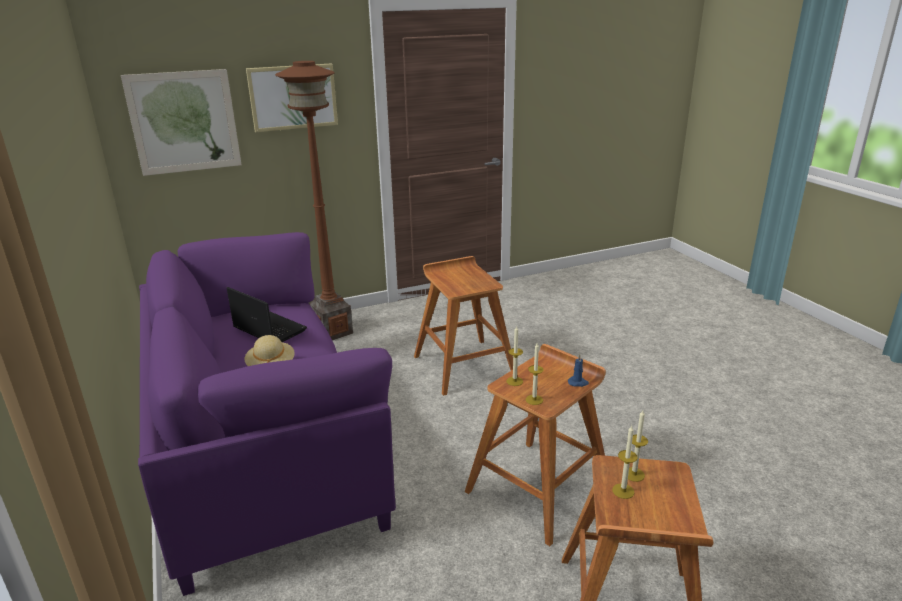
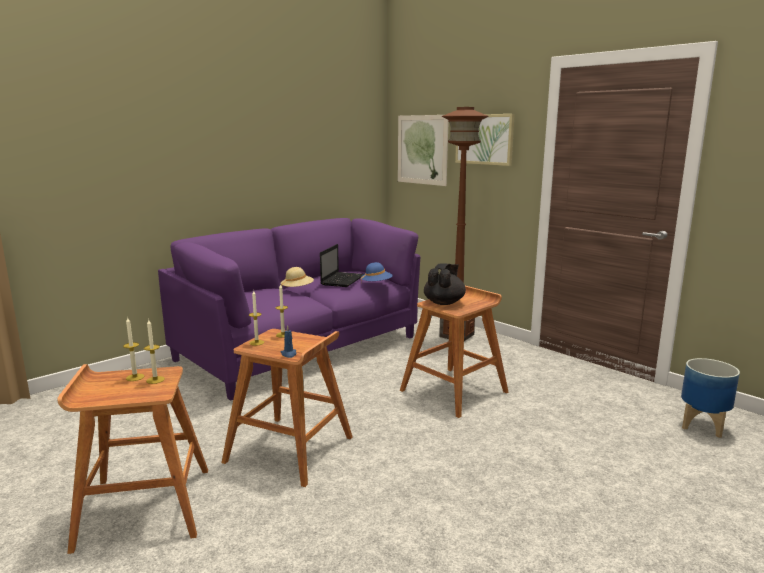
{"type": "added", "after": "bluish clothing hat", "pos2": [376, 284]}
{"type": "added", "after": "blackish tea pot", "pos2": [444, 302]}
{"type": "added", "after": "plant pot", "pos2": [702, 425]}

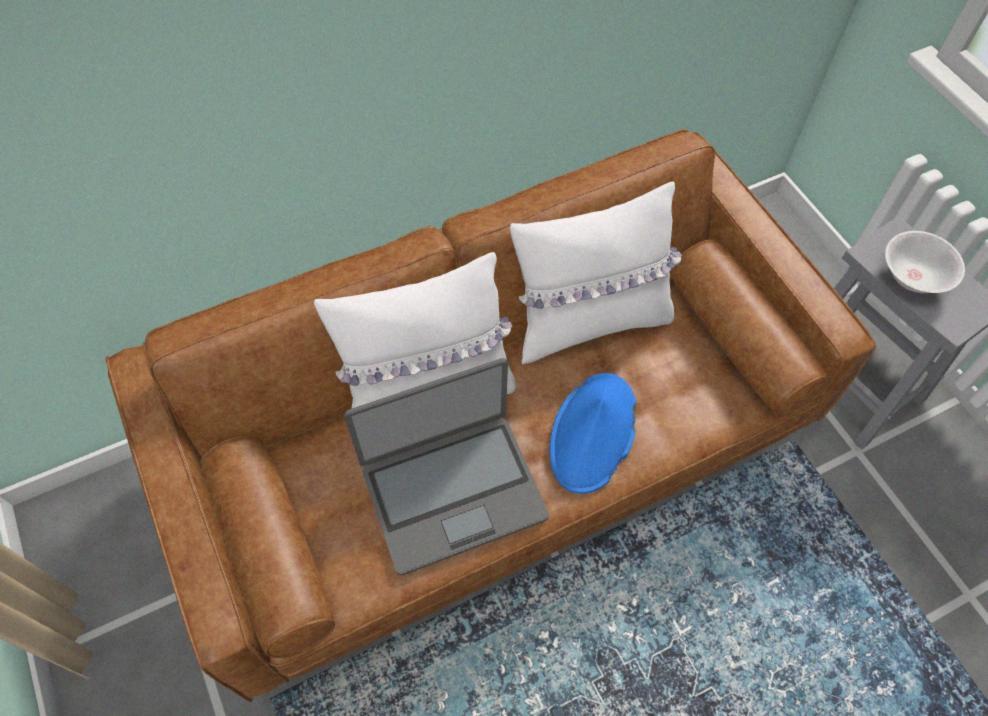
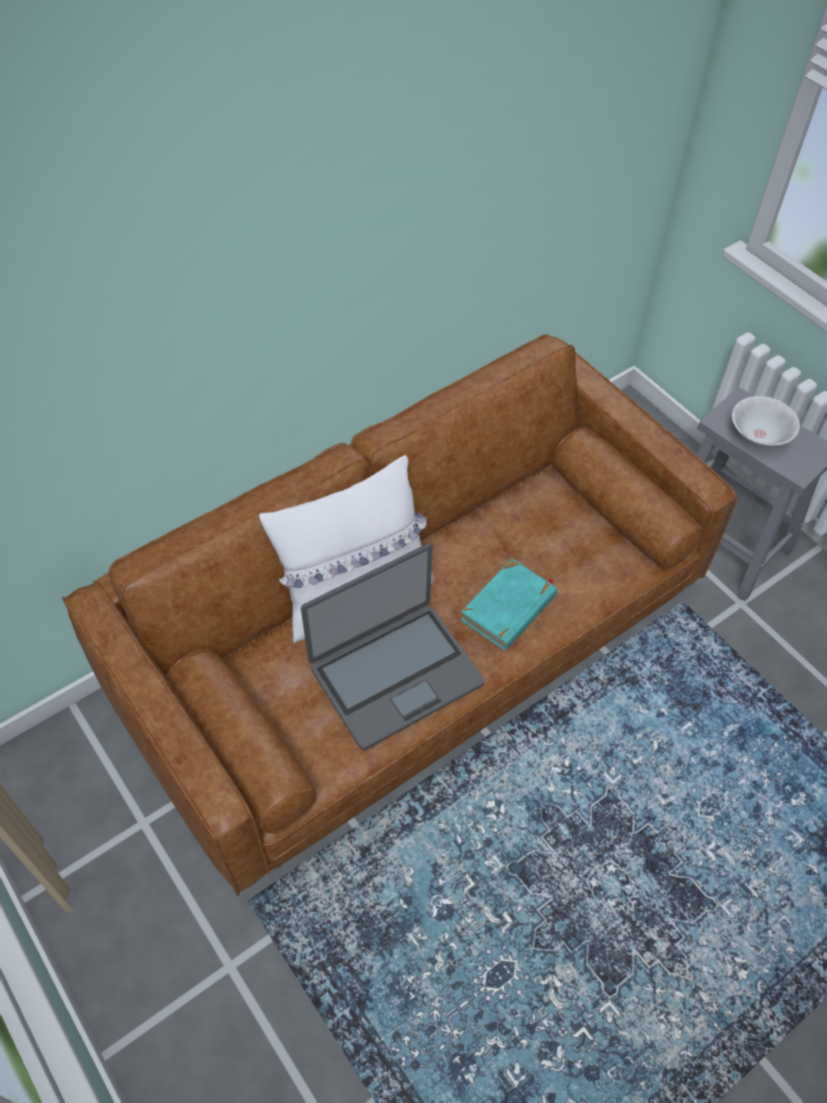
{"type": "removed", "before": "white pillow", "pos1": [589, 322]}
{"type": "replaced", "before": "bluish clothing hat", "after": "turquoise book", "pos1": [593, 433], "pos2": [509, 608]}

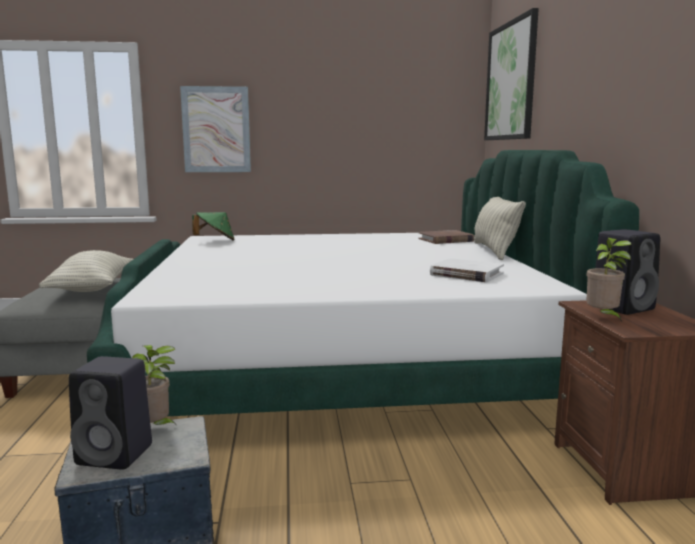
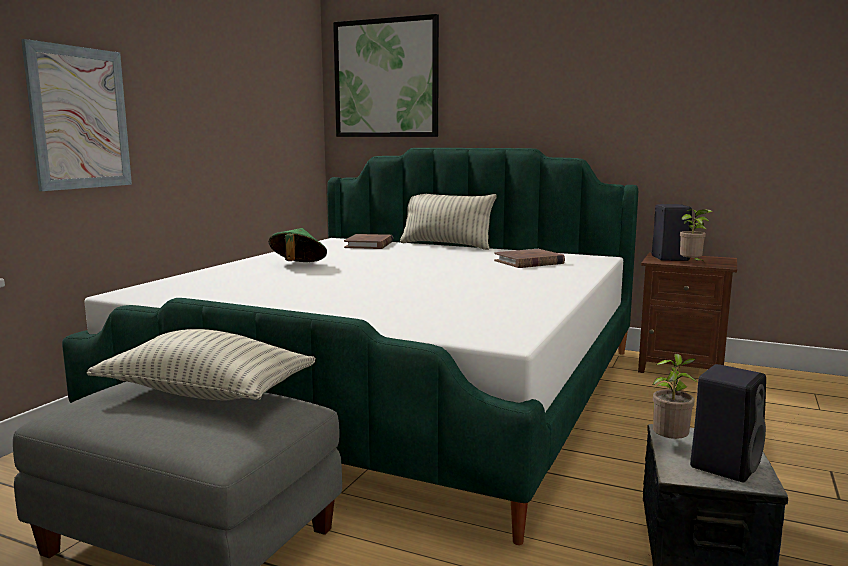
{"type": "moved", "before": "green-coloured clothing hat", "pos1": [215, 241], "pos2": [298, 266]}
{"type": "recoloured", "before": "white book", "after": "brown book", "pos1": [466, 274], "pos2": [529, 262]}

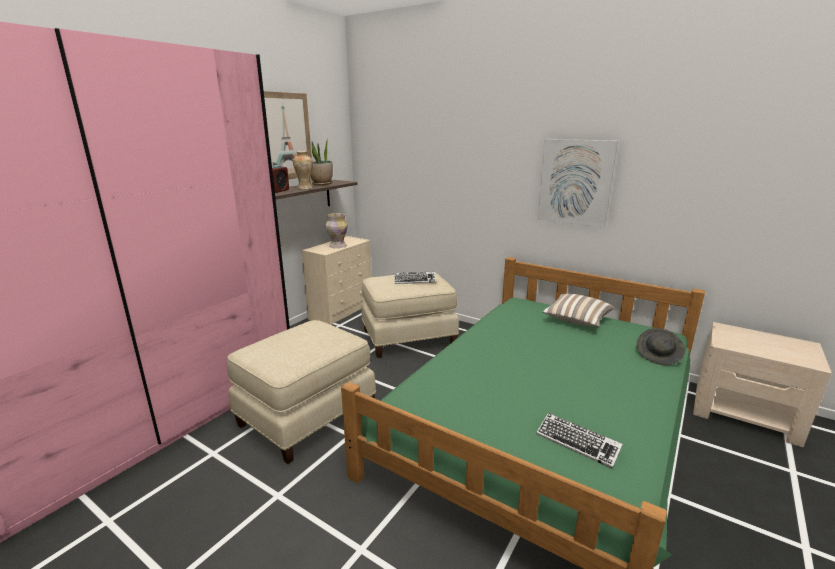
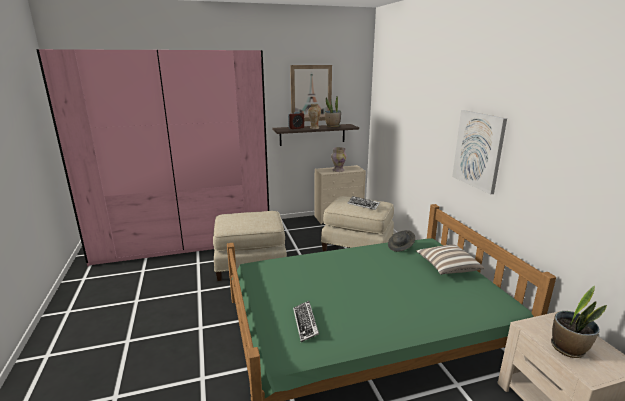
{"type": "added", "after": "potted plant", "pos2": [568, 349]}
{"type": "moved", "before": "grey clothing hat", "pos1": [658, 355], "pos2": [401, 247]}

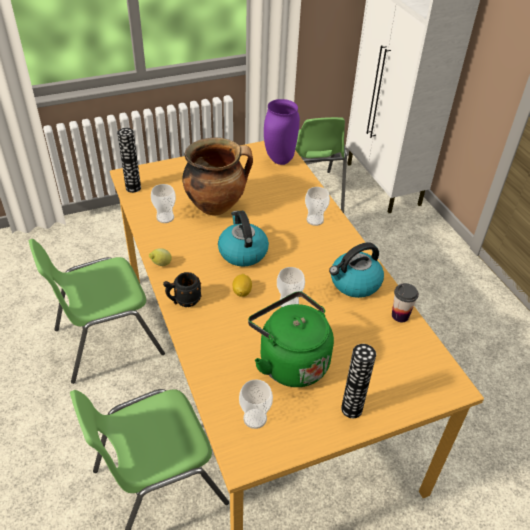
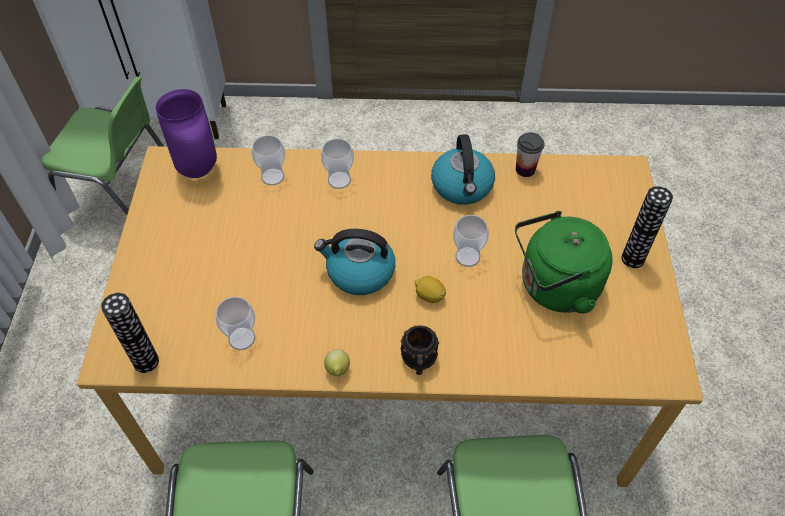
{"type": "removed", "before": "saucepot", "pos1": [217, 205]}
{"type": "moved", "before": "cup", "pos1": [255, 418], "pos2": [272, 177]}

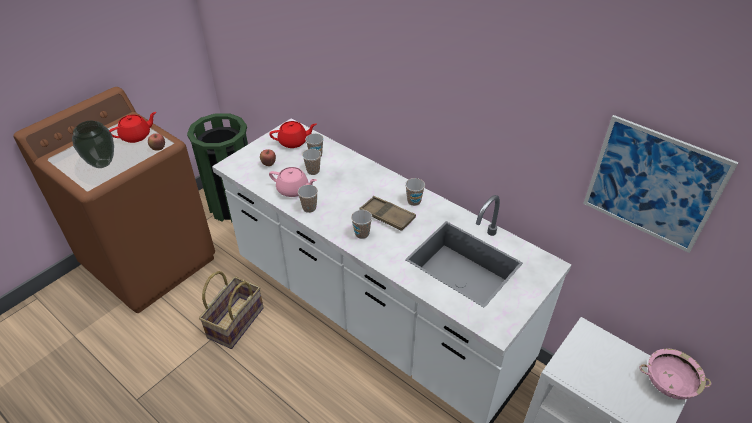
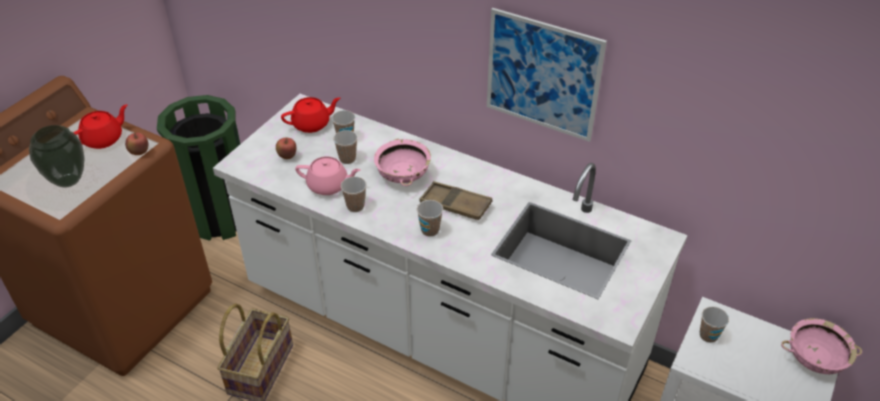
{"type": "added", "after": "pink bowl", "pos2": [403, 175]}
{"type": "moved", "before": "cup", "pos1": [414, 201], "pos2": [708, 335]}
{"type": "moved", "before": "picture", "pos1": [652, 184], "pos2": [542, 75]}

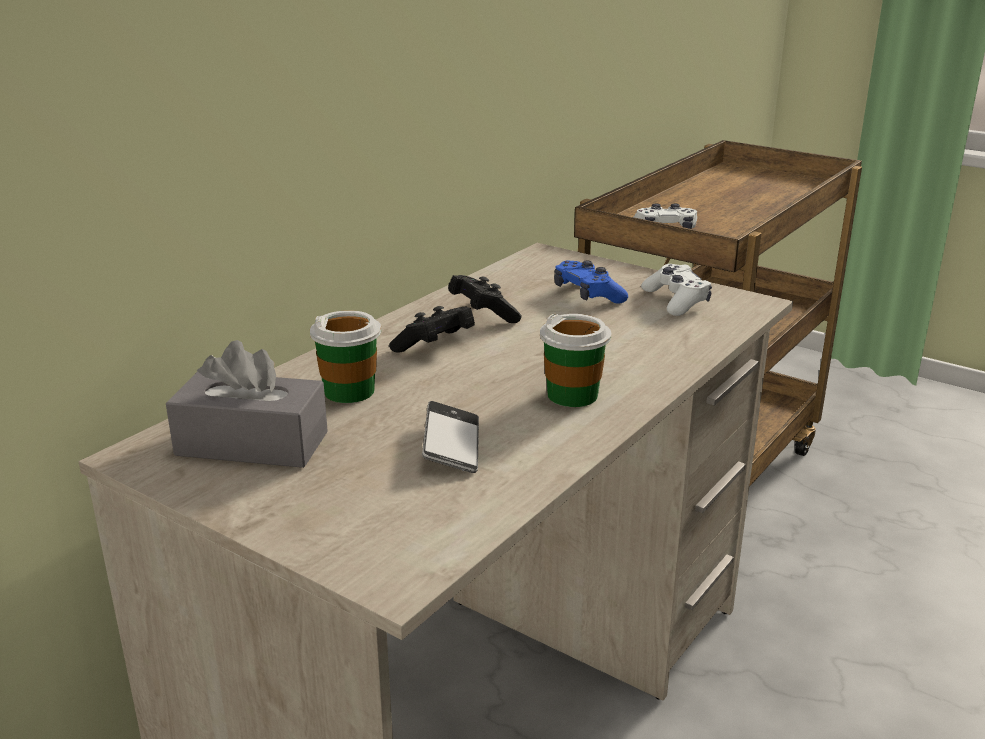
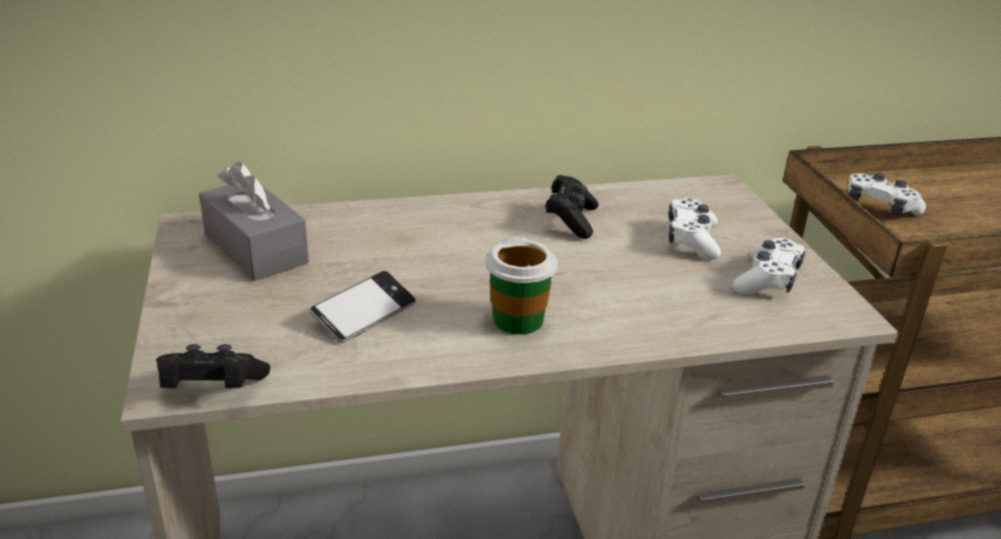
{"type": "removed", "before": "cup", "pos1": [349, 391]}
{"type": "moved", "before": "blackish joypad", "pos1": [435, 347], "pos2": [211, 390]}
{"type": "recoloured", "before": "bluish joypad", "after": "white joypad", "pos1": [587, 295], "pos2": [692, 239]}

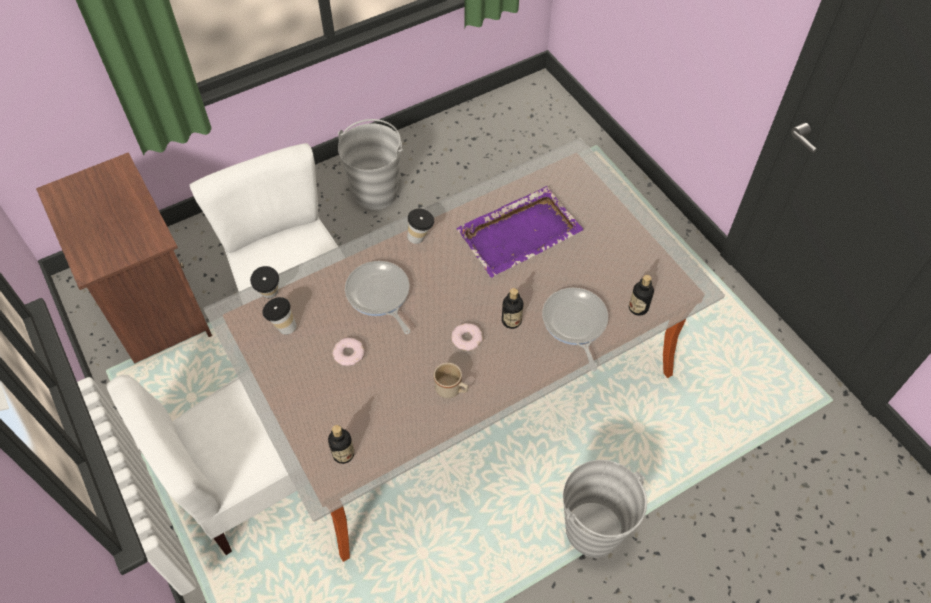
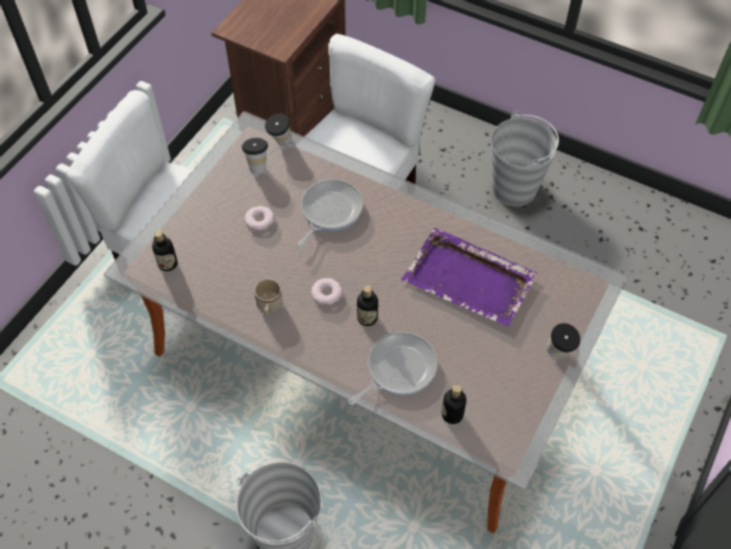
{"type": "moved", "before": "cup", "pos1": [421, 238], "pos2": [559, 353]}

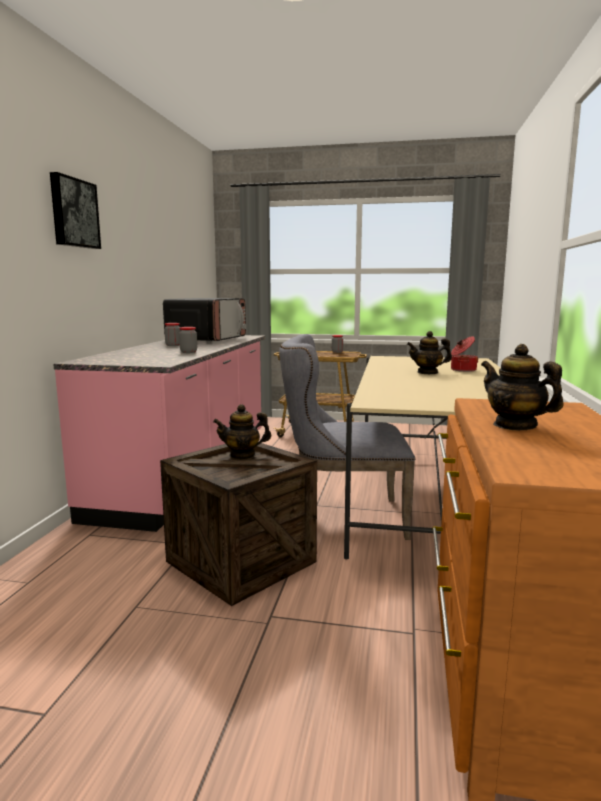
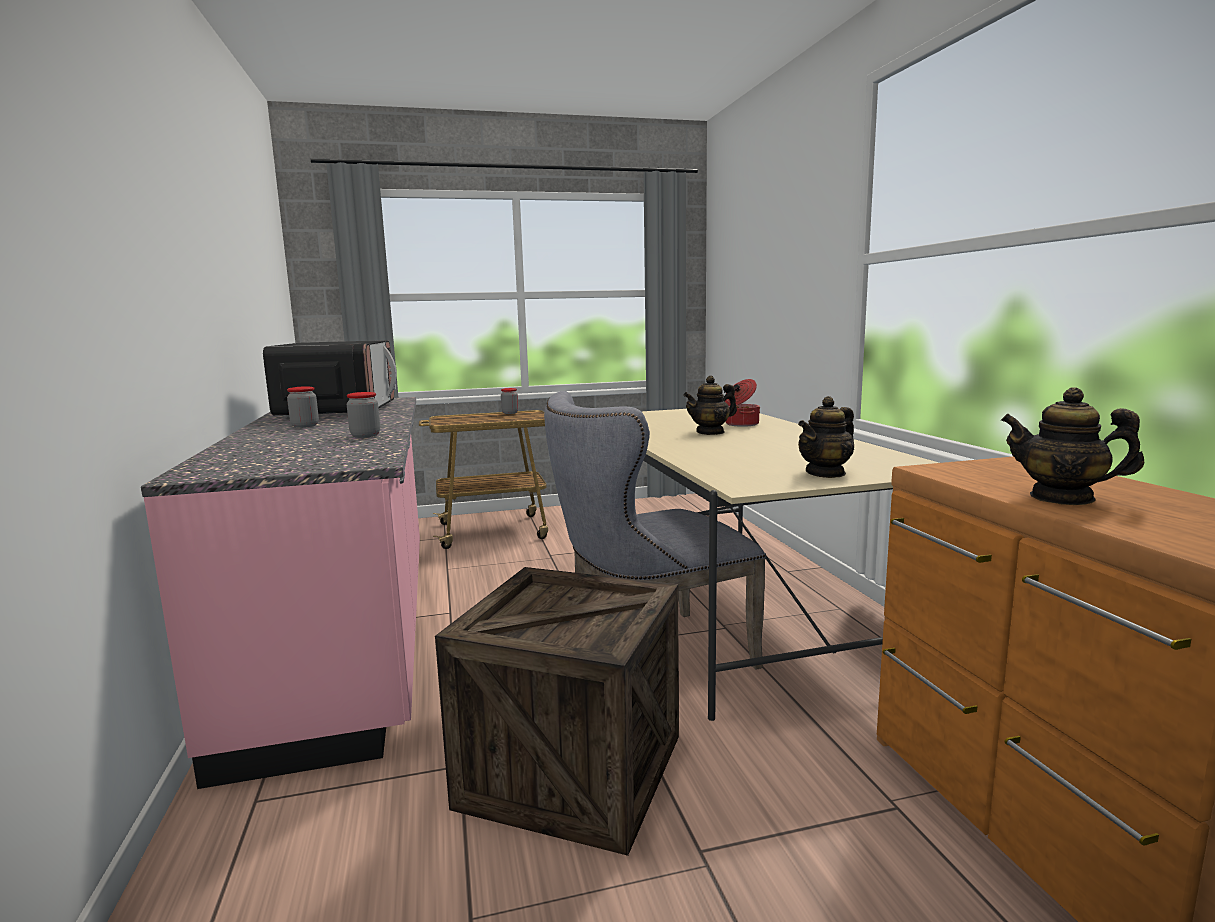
{"type": "removed", "before": "picture", "pos1": [73, 213]}
{"type": "moved", "before": "tea pot", "pos1": [242, 455], "pos2": [825, 473]}

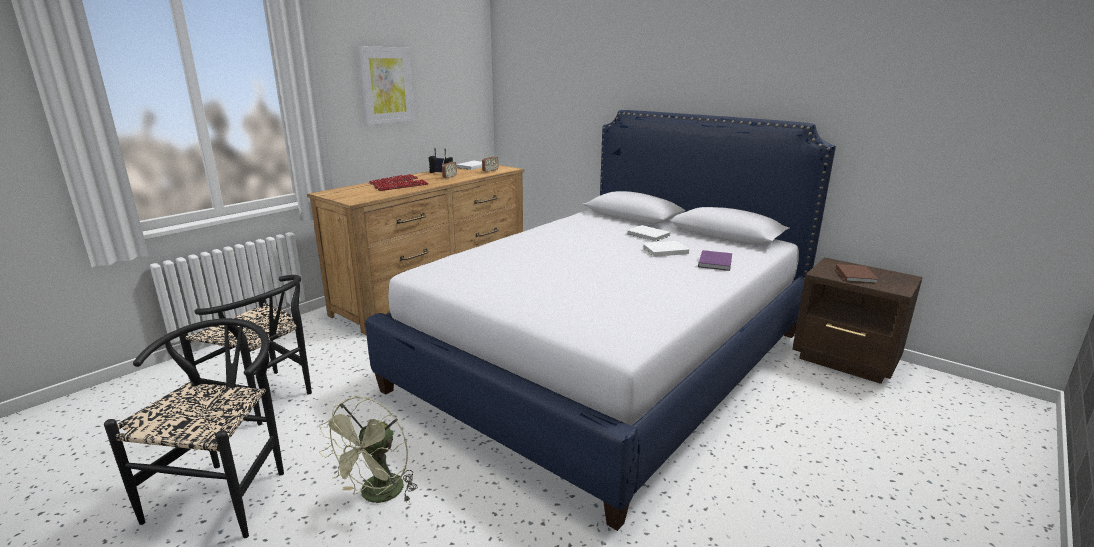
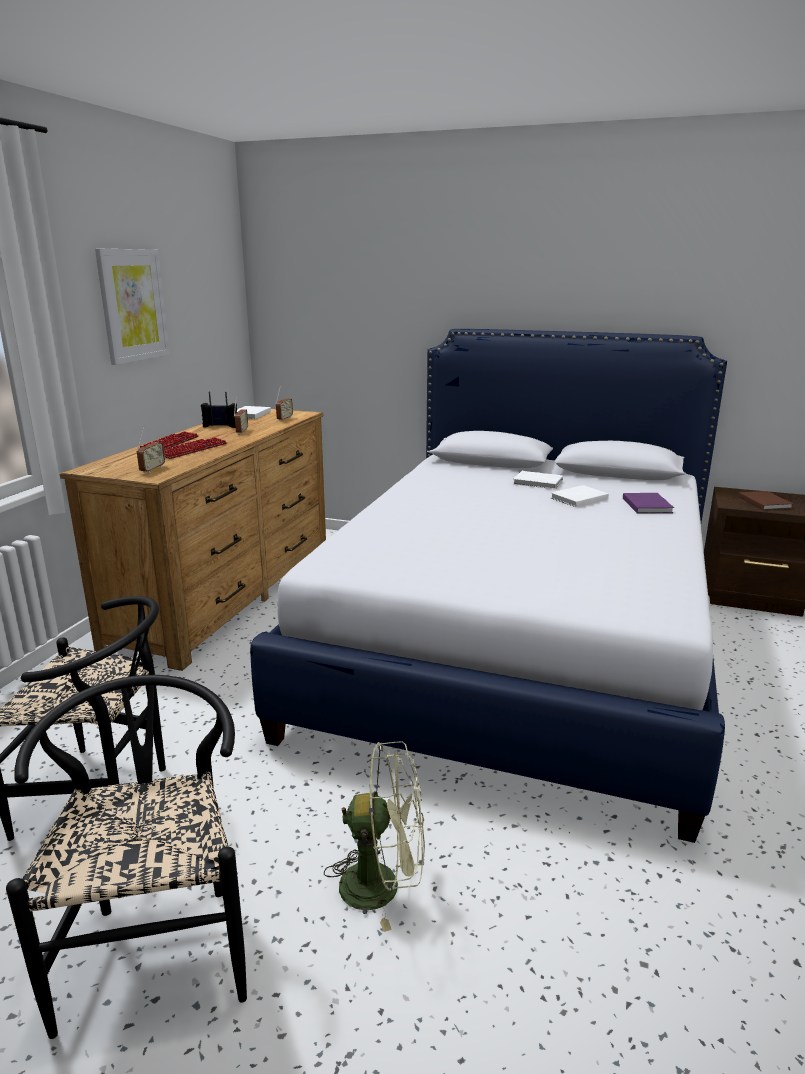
{"type": "added", "after": "radio set", "pos2": [152, 469]}
{"type": "turned", "before": "green-coloured fan", "pos1": [377, 496], "pos2": [383, 885], "turn": -90}

